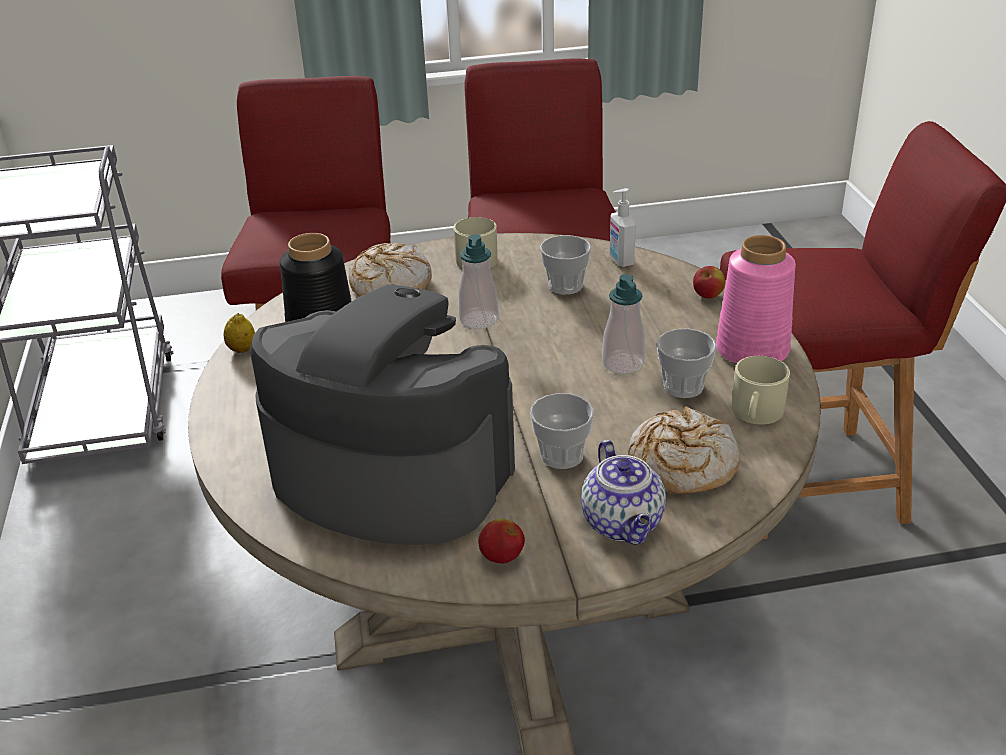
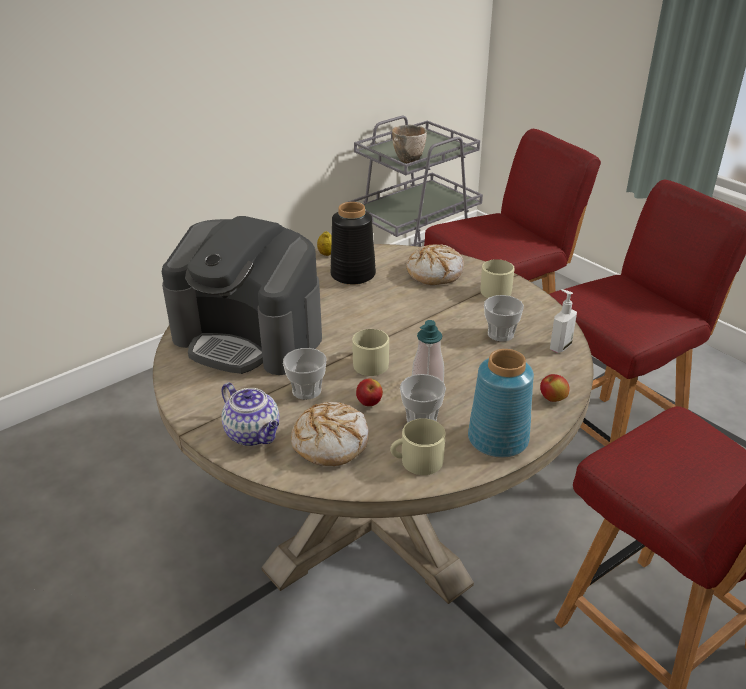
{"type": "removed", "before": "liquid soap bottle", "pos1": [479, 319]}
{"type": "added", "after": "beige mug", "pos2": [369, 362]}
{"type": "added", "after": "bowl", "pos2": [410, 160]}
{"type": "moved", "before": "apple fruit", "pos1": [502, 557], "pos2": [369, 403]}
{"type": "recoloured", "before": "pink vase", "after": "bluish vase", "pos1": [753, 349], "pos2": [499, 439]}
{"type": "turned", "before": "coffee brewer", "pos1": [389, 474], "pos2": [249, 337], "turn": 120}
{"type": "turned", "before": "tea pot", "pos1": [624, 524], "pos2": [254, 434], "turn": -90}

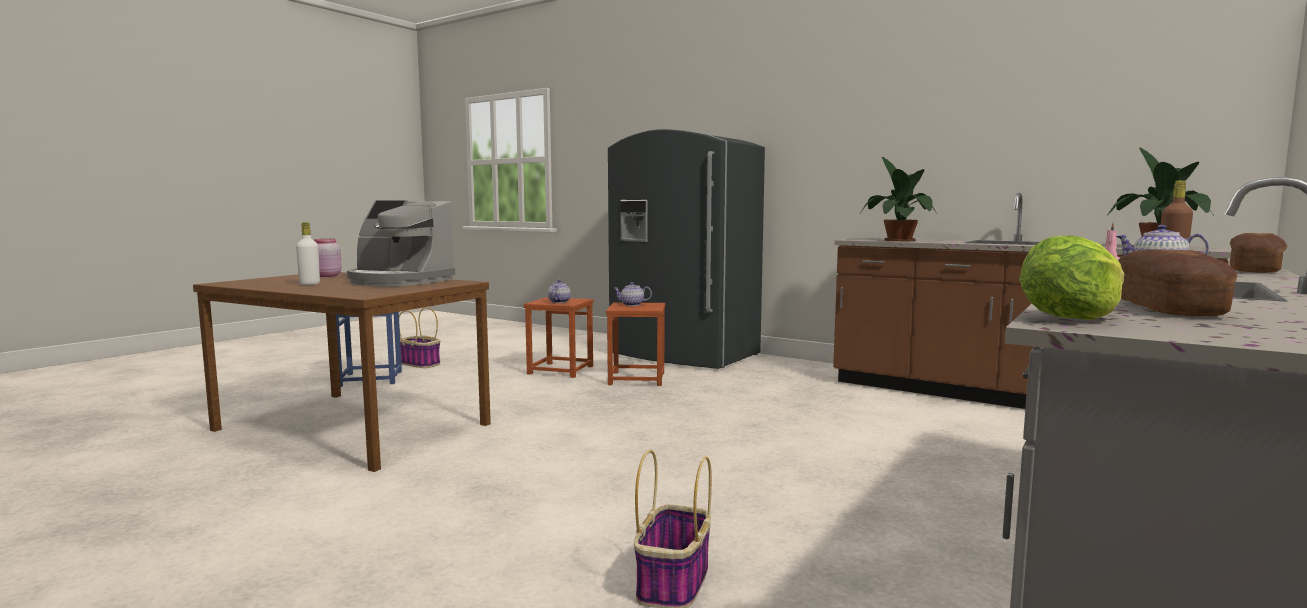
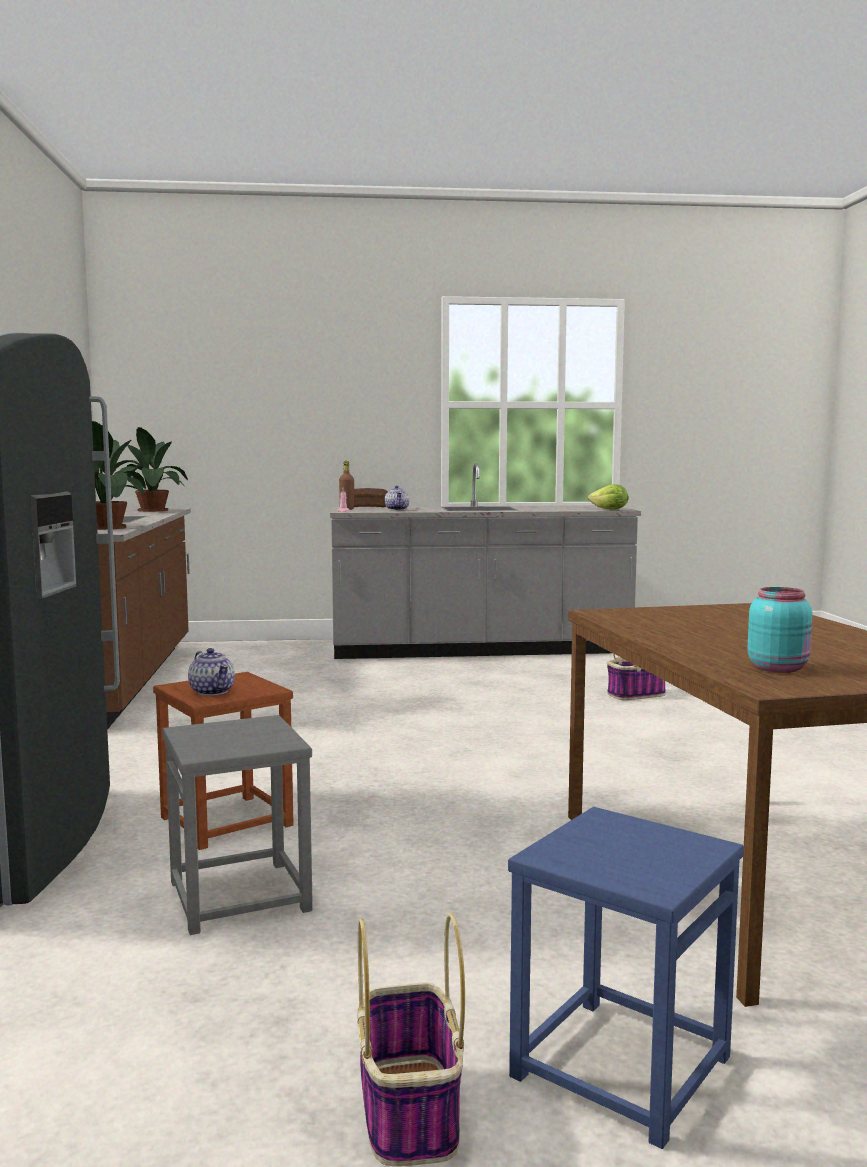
{"type": "removed", "before": "white drink bottle", "pos1": [309, 284]}
{"type": "removed", "before": "coffee brewer", "pos1": [399, 281]}
{"type": "removed", "before": "tea pot", "pos1": [559, 302]}
{"type": "removed", "before": "bakery bread", "pos1": [1167, 308]}
{"type": "recoloured", "before": "pink preserve jar", "after": "turquoise preserve jar", "pos1": [326, 276], "pos2": [779, 668]}
{"type": "recoloured", "before": "brown stool seat", "after": "grey stool seat", "pos1": [560, 370], "pos2": [241, 896]}

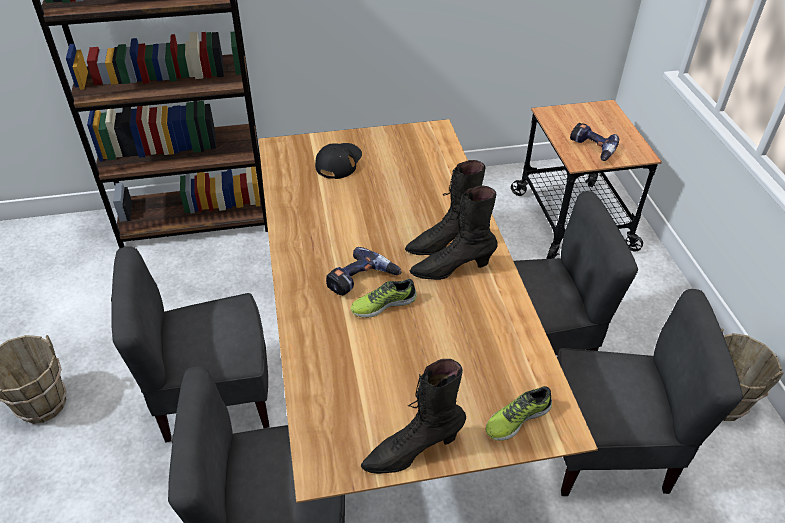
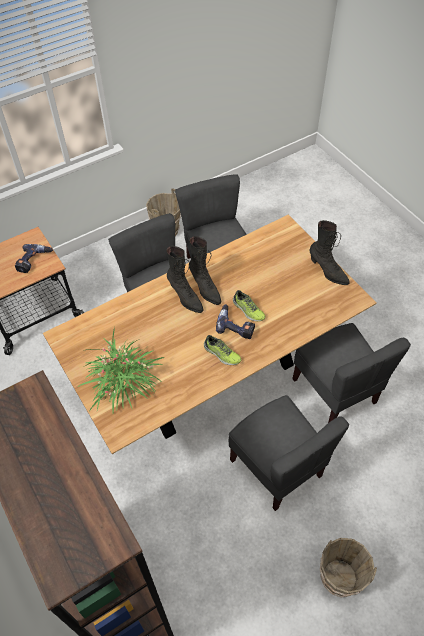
{"type": "moved", "before": "item of footwear", "pos1": [516, 418], "pos2": [221, 354]}
{"type": "replaced", "before": "blackish baseball cap", "after": "potted plant", "pos1": [339, 162], "pos2": [124, 382]}

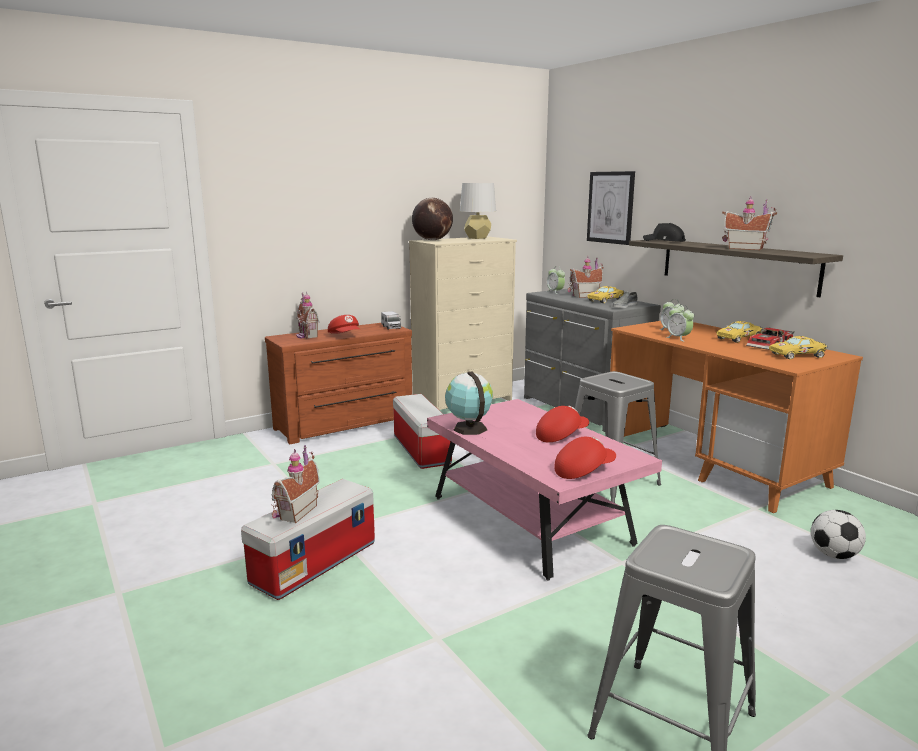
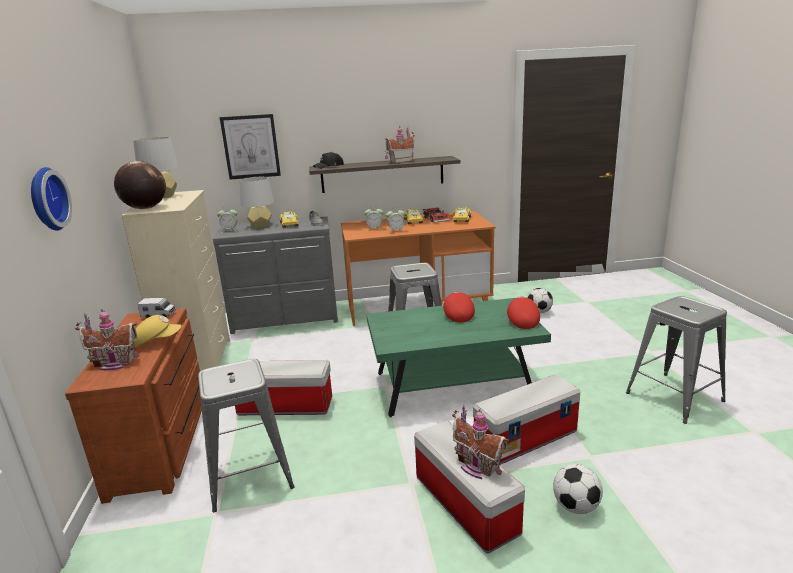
{"type": "removed", "before": "globe", "pos1": [468, 428]}
{"type": "added", "after": "wall clock", "pos2": [45, 199]}
{"type": "added", "after": "grey stool seat", "pos2": [250, 475]}
{"type": "added", "after": "storage bin", "pos2": [526, 438]}
{"type": "added", "after": "football ball", "pos2": [576, 506]}
{"type": "replaced", "before": "toy house", "after": "grey tabletop lamp", "pos1": [584, 296], "pos2": [261, 226]}
{"type": "recoloured", "before": "reddish baseball cap", "after": "yellow baseball cap", "pos1": [345, 336], "pos2": [156, 341]}
{"type": "recoloured", "before": "pink lounge table", "after": "green-coloured lounge table", "pos1": [530, 521], "pos2": [453, 385]}

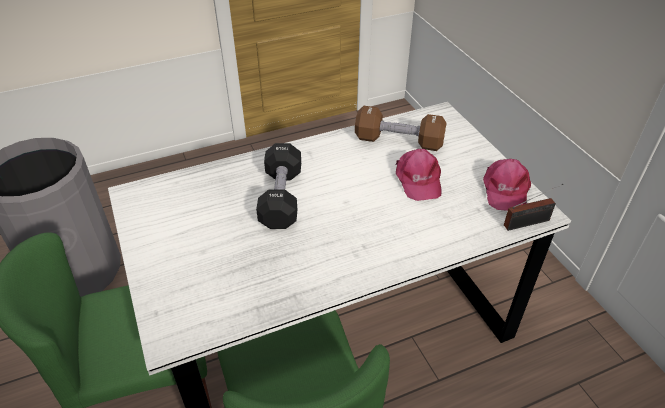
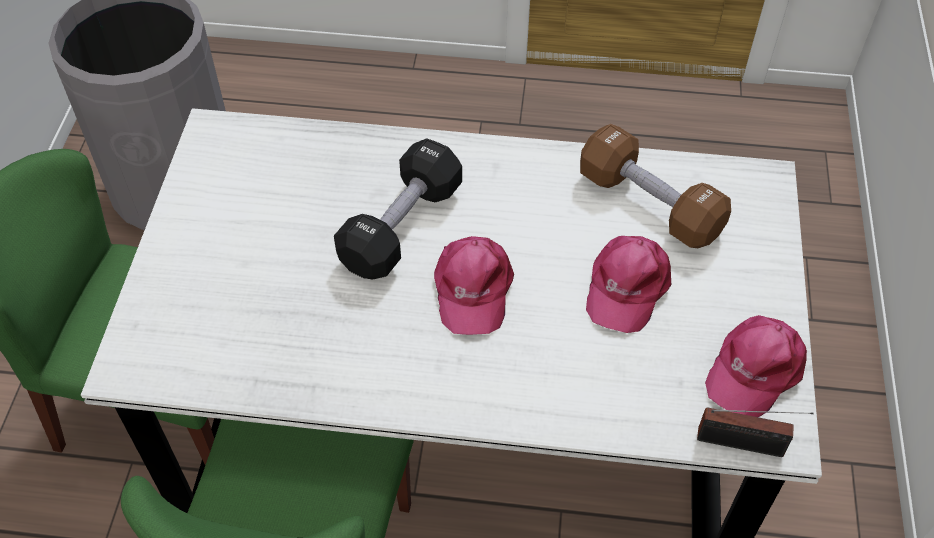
{"type": "added", "after": "pink baseball cap", "pos2": [472, 289]}

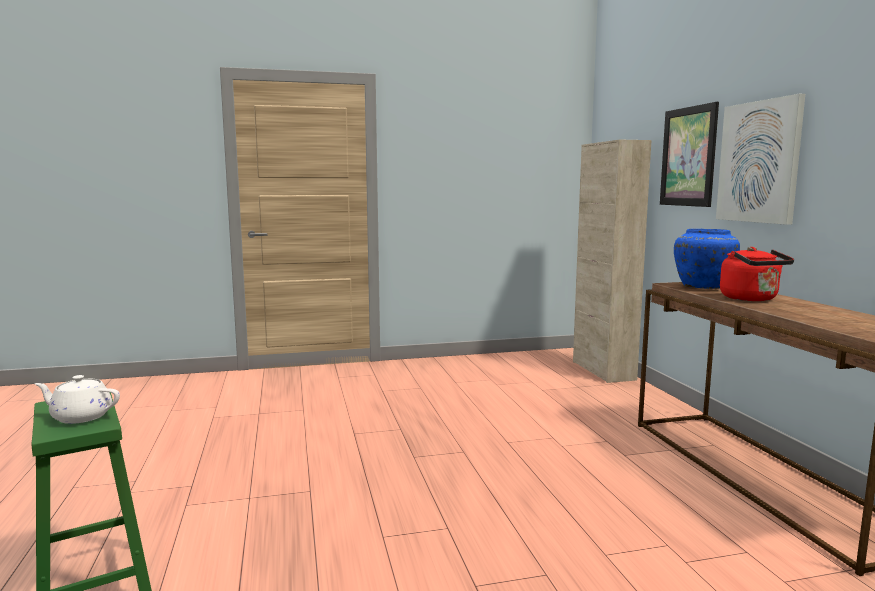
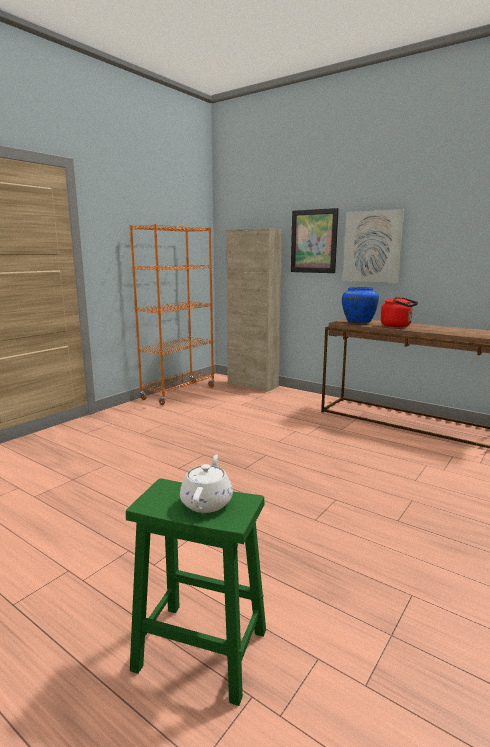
{"type": "added", "after": "orange-coloured shelving unit", "pos2": [178, 393]}
{"type": "turned", "before": "white tea pot", "pos1": [80, 417], "pos2": [207, 502], "turn": 135}

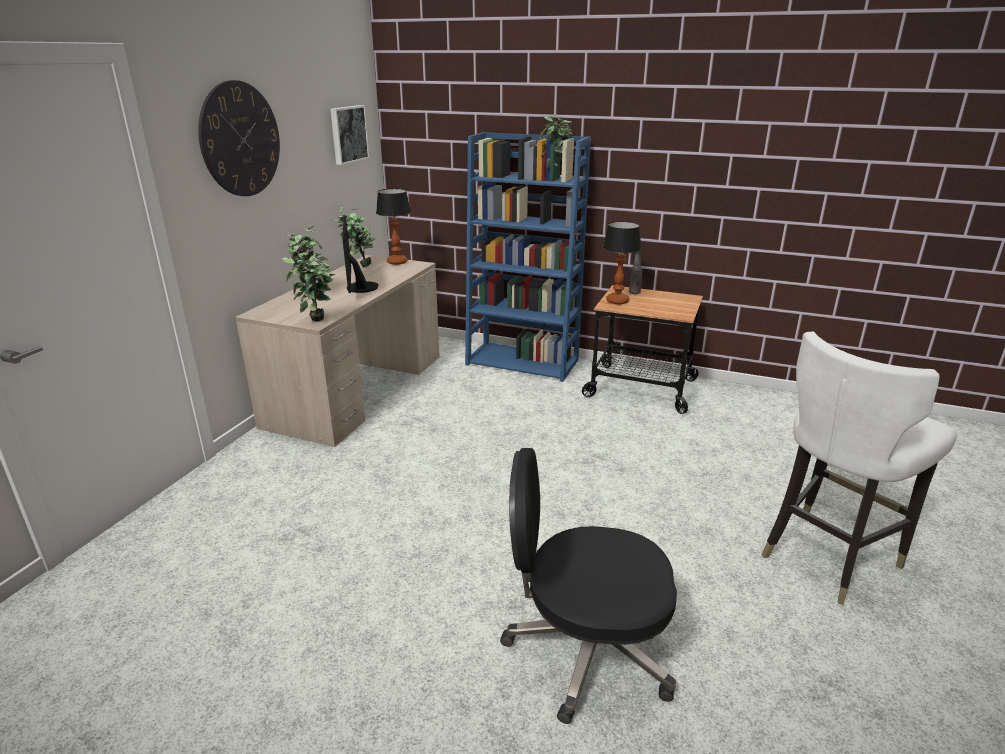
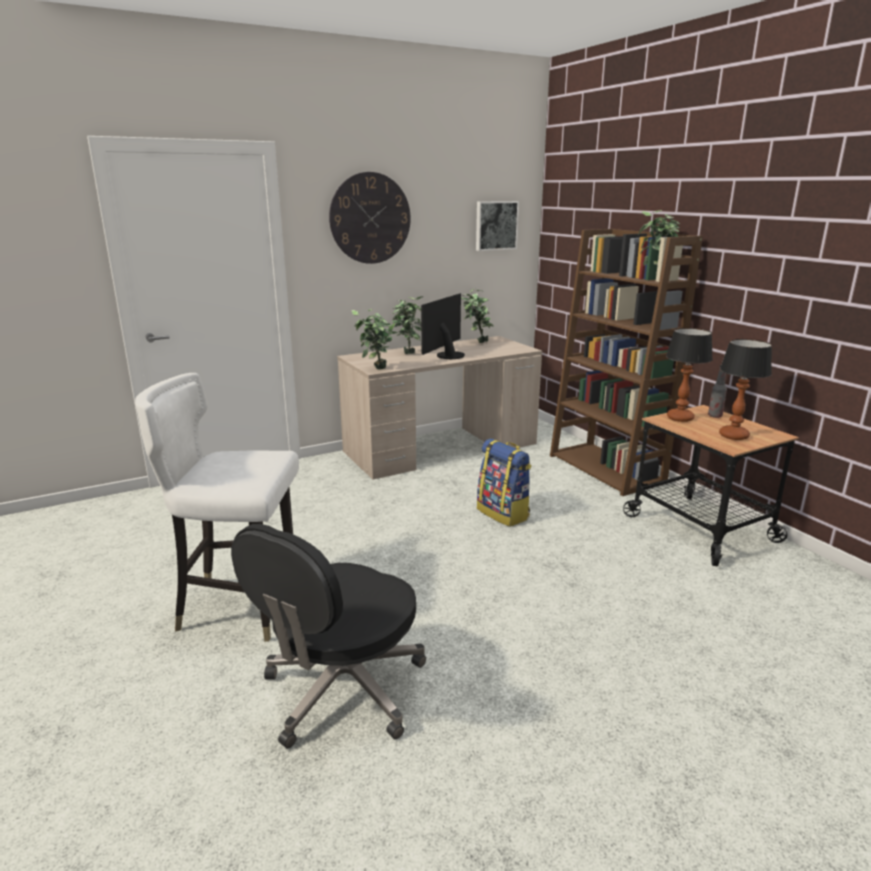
{"type": "added", "after": "backpack", "pos2": [504, 513]}
{"type": "moved", "before": "tabletop lamp", "pos1": [396, 262], "pos2": [733, 435]}
{"type": "moved", "before": "white upright chair", "pos1": [827, 556], "pos2": [241, 606]}
{"type": "recoloured", "before": "bluish shelving unit", "after": "brown shelving unit", "pos1": [523, 362], "pos2": [607, 469]}
{"type": "turned", "before": "blackish desk chair", "pos1": [585, 650], "pos2": [342, 691], "turn": -105}

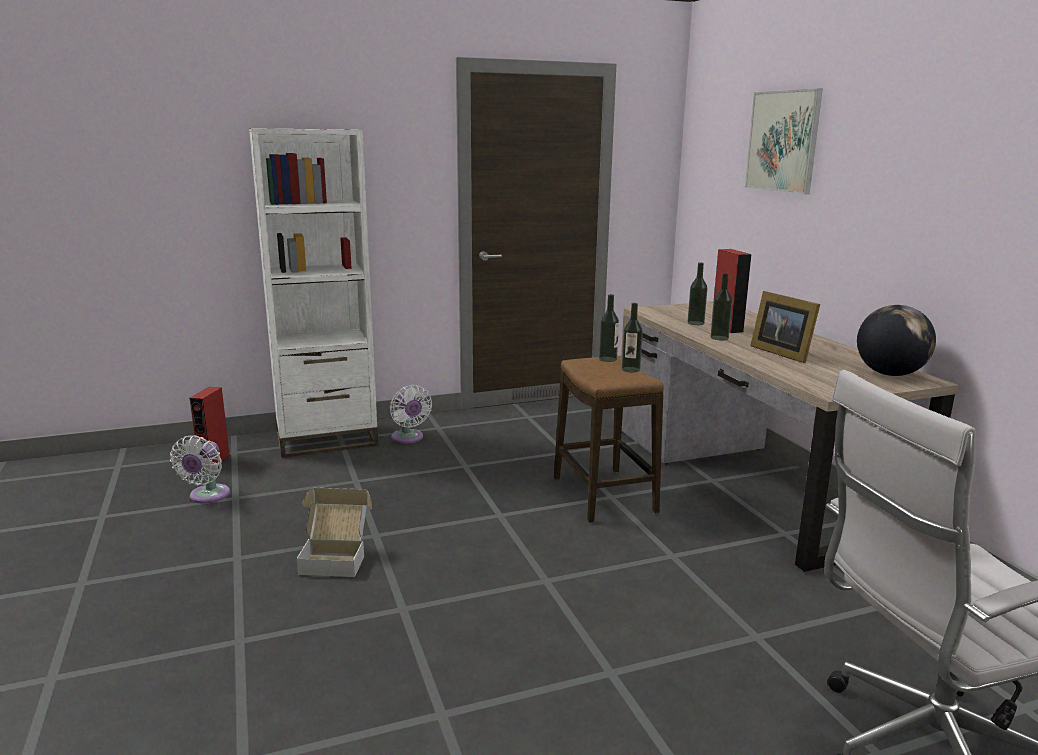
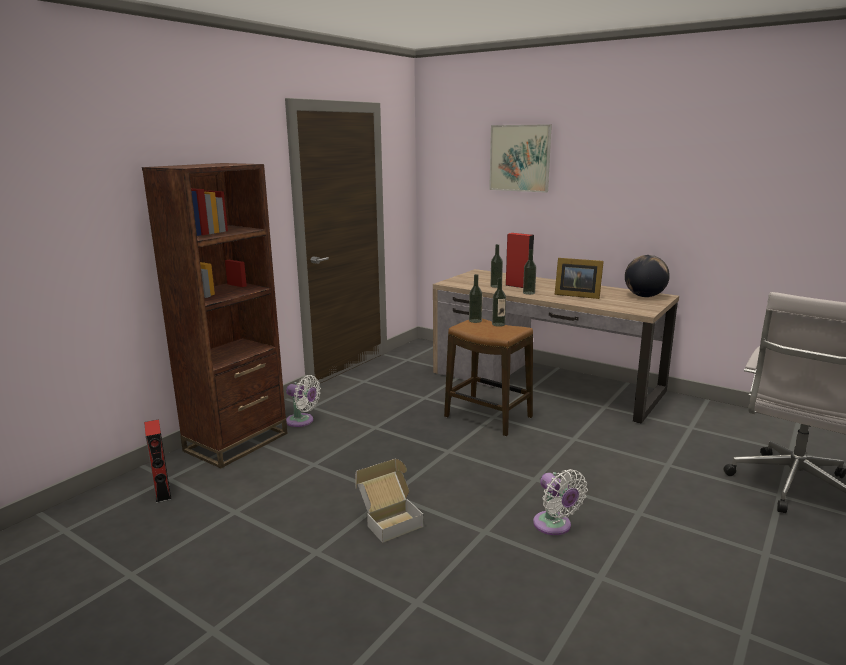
{"type": "moved", "before": "white fan", "pos1": [207, 496], "pos2": [554, 526]}
{"type": "recoloured", "before": "white shelving unit", "after": "brown shelving unit", "pos1": [327, 439], "pos2": [236, 442]}

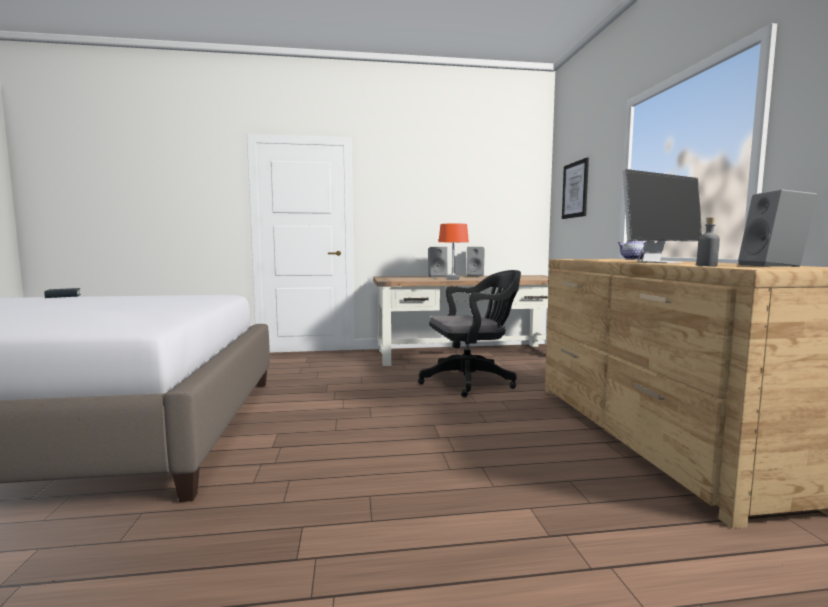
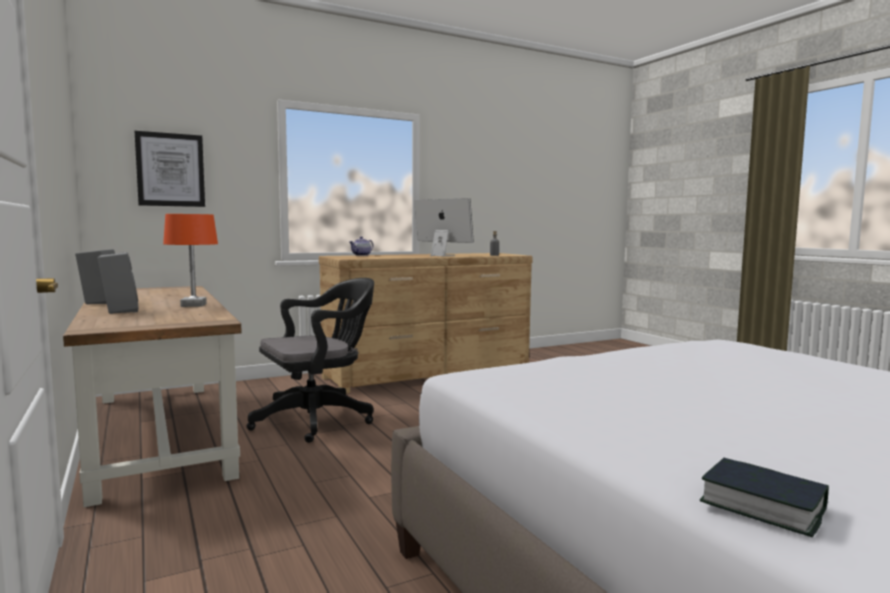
{"type": "removed", "before": "grey speaker", "pos1": [774, 266]}
{"type": "turned", "before": "blackish desk chair", "pos1": [472, 381], "pos2": [318, 419], "turn": 90}

